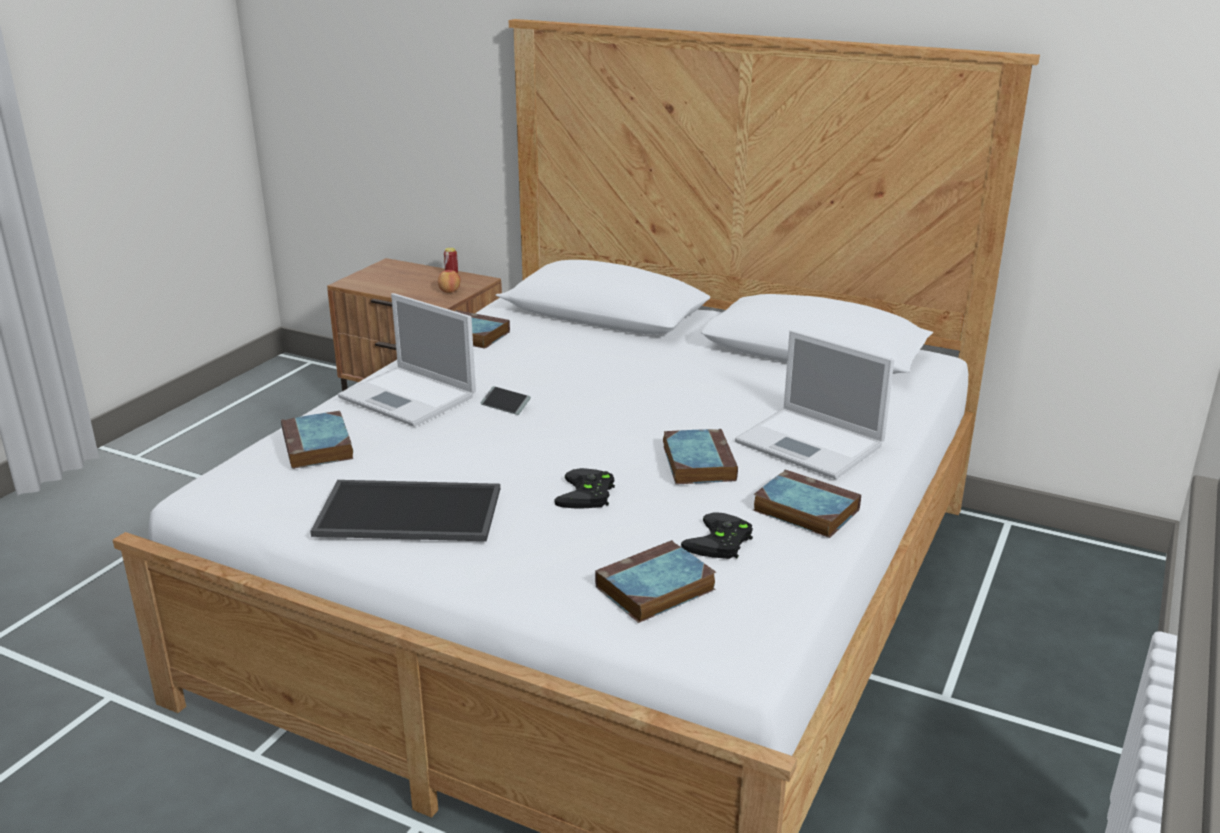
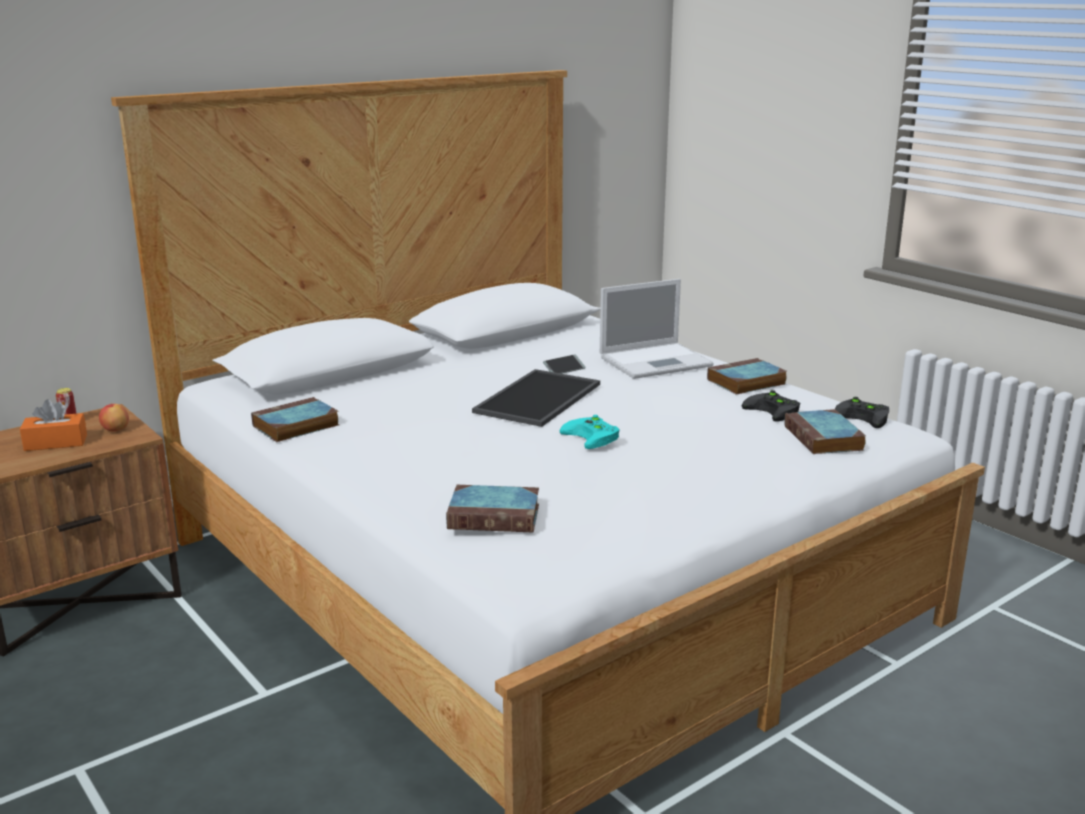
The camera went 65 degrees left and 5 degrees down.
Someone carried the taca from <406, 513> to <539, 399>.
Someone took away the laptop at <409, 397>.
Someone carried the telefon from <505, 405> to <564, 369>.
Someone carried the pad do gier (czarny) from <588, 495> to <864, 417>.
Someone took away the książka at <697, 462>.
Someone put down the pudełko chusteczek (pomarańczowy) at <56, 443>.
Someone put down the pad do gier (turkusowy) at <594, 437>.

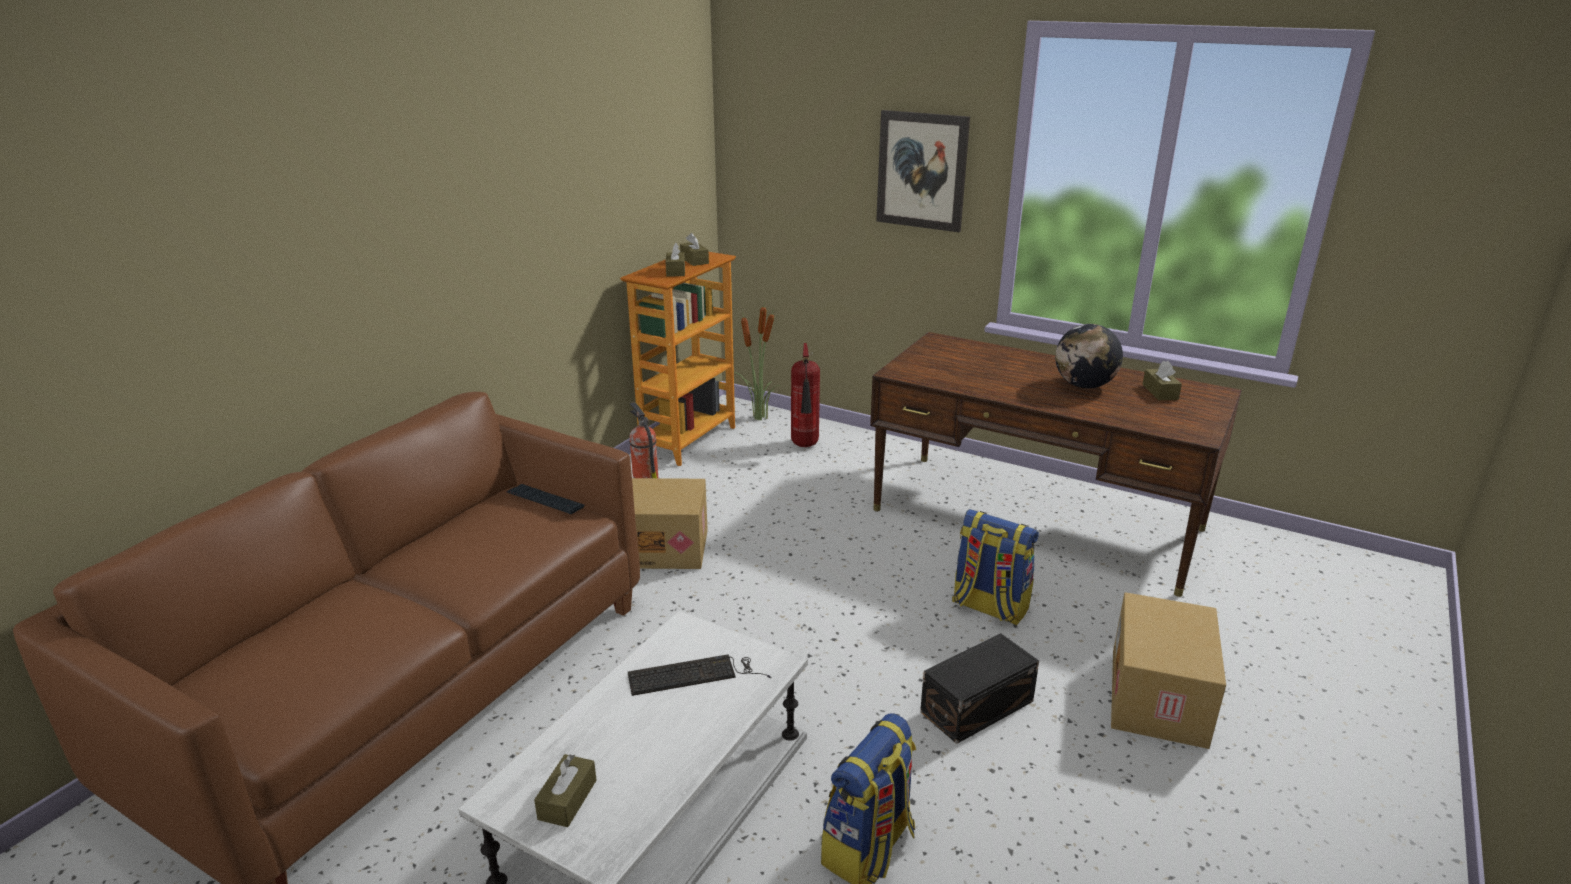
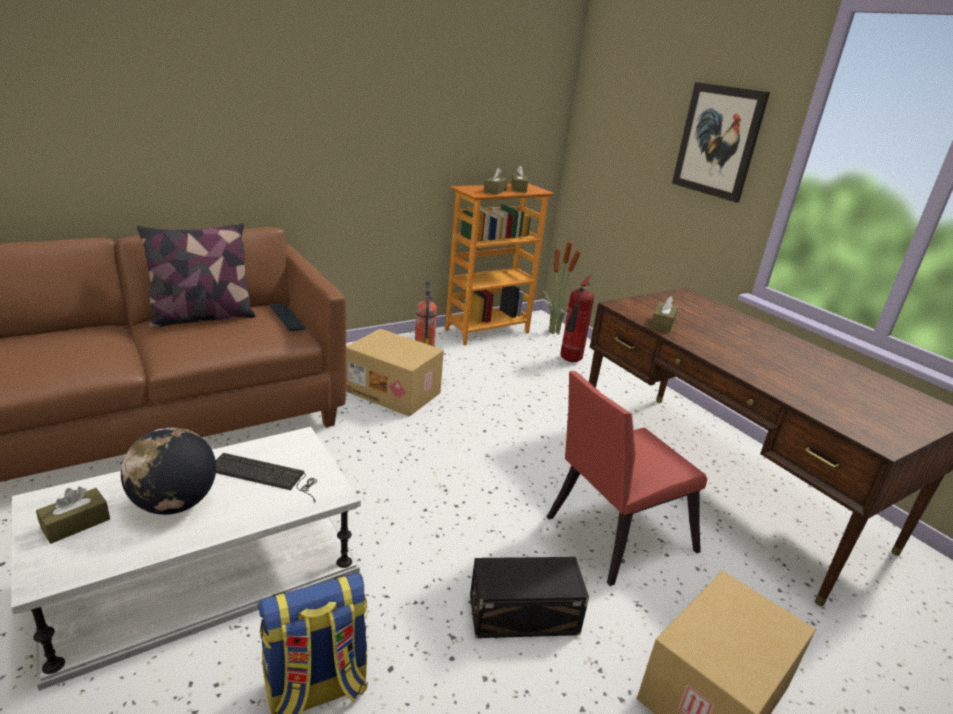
The camera went 25 degrees right and 0 degrees up.
Someone swapped the plecak at <989, 607> for the krzesło (czerwony) at <612, 535>.
Someone carried the globus from <1084, 385> to <174, 504>.
Someone carried the pudełko chusteczek (brązowy) from <1160, 392> to <662, 324>.
Someone put down the poduszka at <202, 317>.

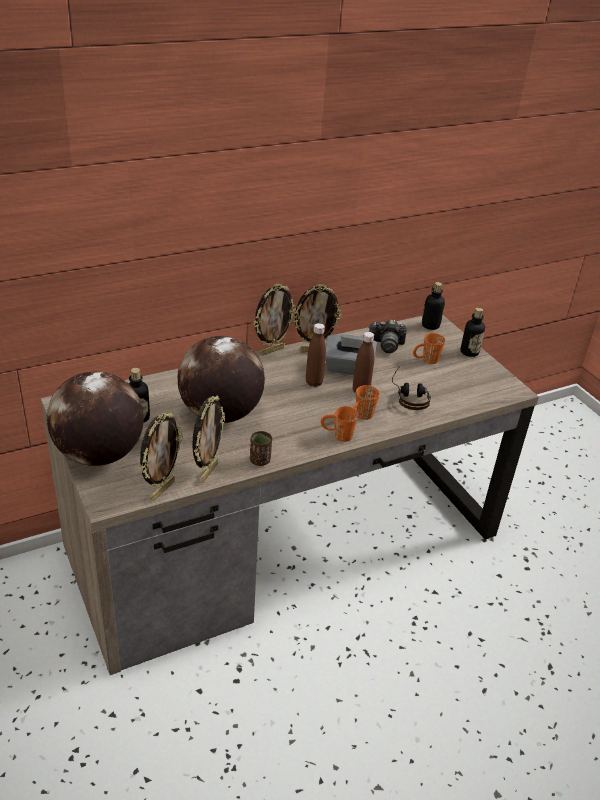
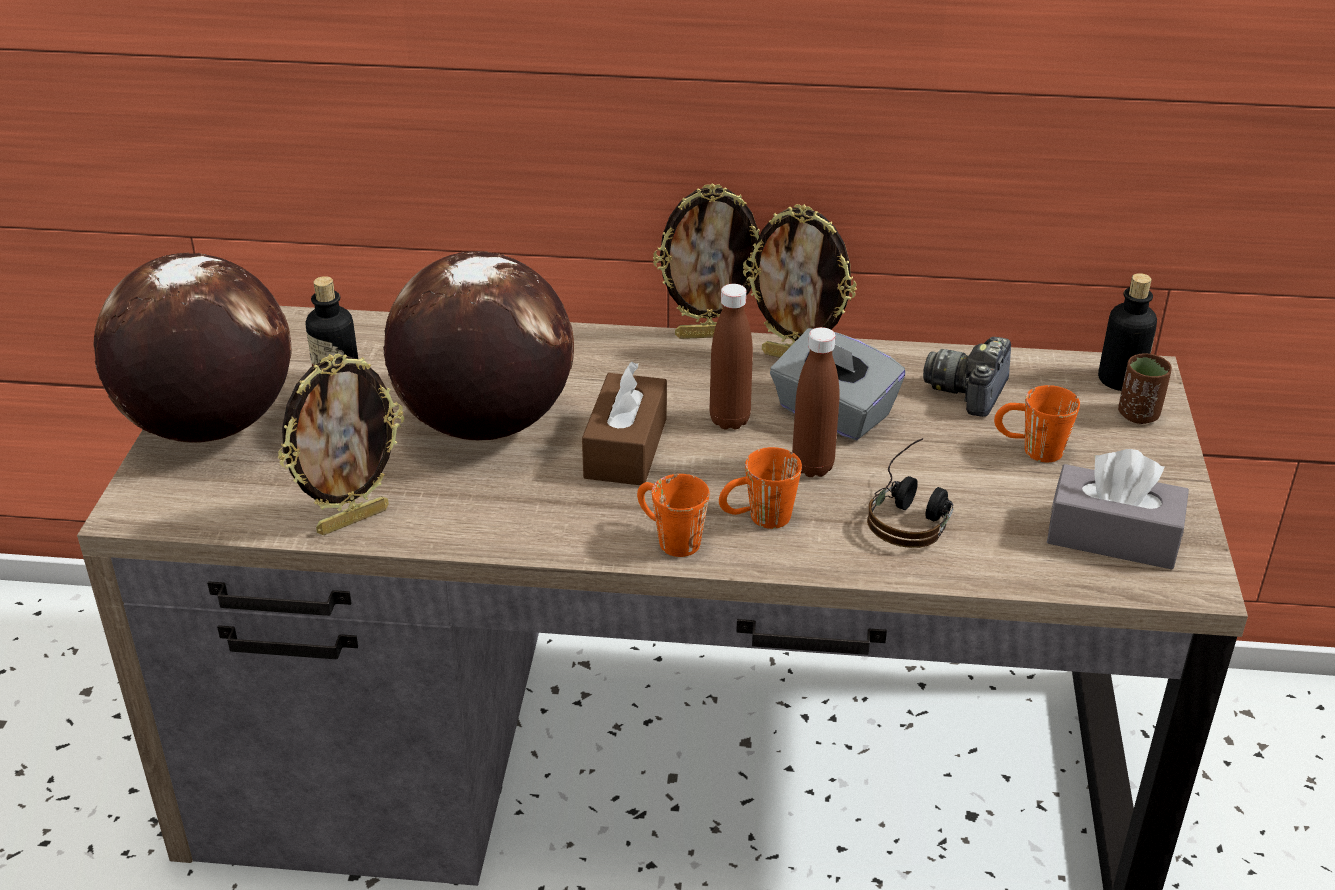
The camera went 35 degrees right and 0 degrees up.
Someone took away the ramka na zdjęcie at <162, 489>.
Someone carried the filiżanka (brązowy) from <260, 460> to <1138, 415>.
Someone rotated the aparat fotograficzny at <386, 345> by 75 degrees clockwise.
Someone took away the butelka at <469, 352>.
Someone put down the pudełko chusteczek (brązowy) at <626, 448>.
Someone put down the pudełko chusteczek (szary) at <1112, 537>.

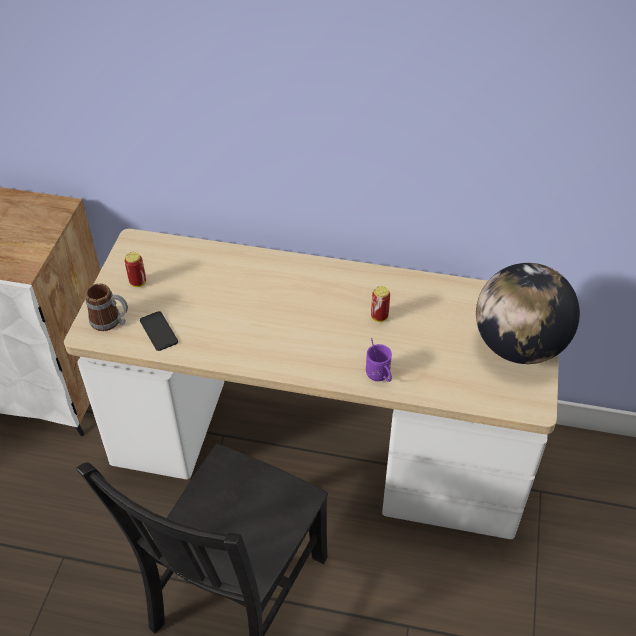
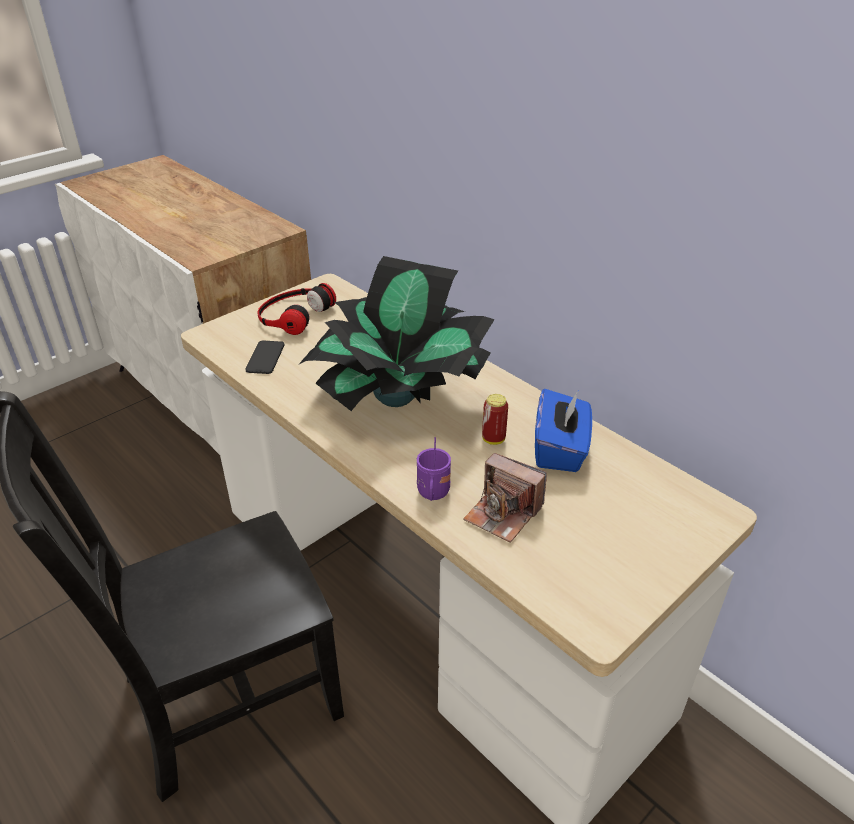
The camera went 35 degrees right and 10 degrees down.
Someone took away the kubek at <111, 321>.
Someone swapped the puszka at <138, 282> for the słuchawki at <293, 315>.
Someone took away the globus at <518, 346>.
Someone put down the roślina doniczkowa at <397, 398>.
Someone put down the aparat fotograficzny at <503, 513>.
Someone put down the pudełko chusteczek (niebieski) at <560, 449>.

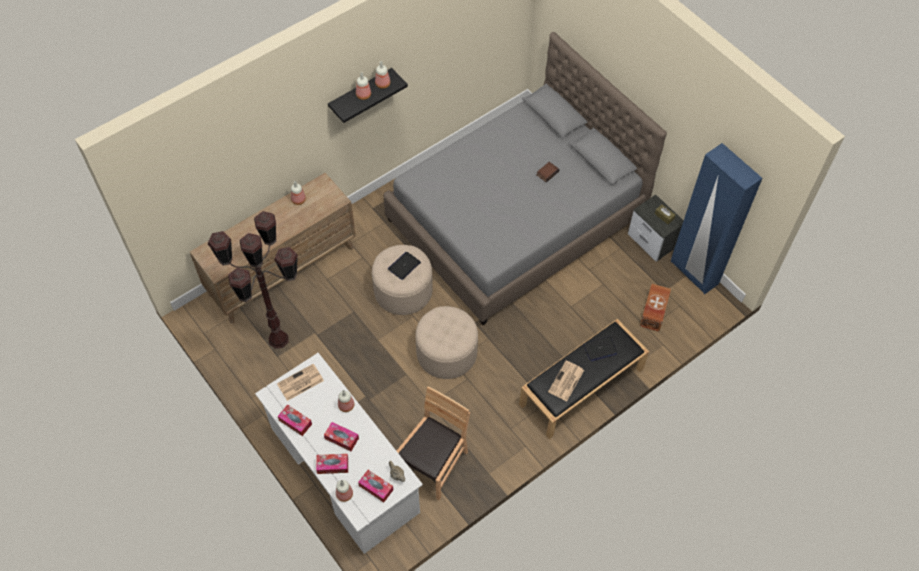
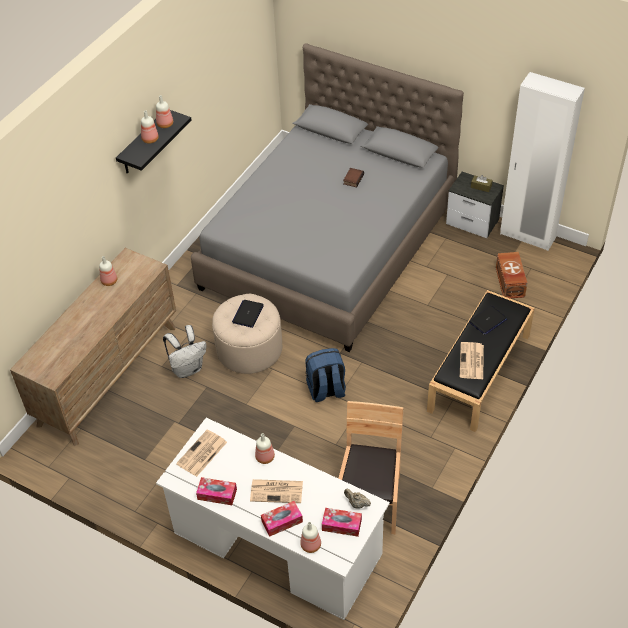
The camera went 20 degrees left and 10 degrees down.
Someone took away the lampa stojąca (brązowy) at <278, 339>.
Someone swapped the pudełko chusteczek at <341, 438> for the gazeta at <277, 491>.
Someone swapped the pufa (beżowy) at <446, 353> for the plecak (niebieski) at <326, 390>.
Someone repainted the szafa (niebieski) at <694, 273>, which became the szafa (biały) at <527, 236>.
Someone put down the plecak (biały) at <188, 368>.

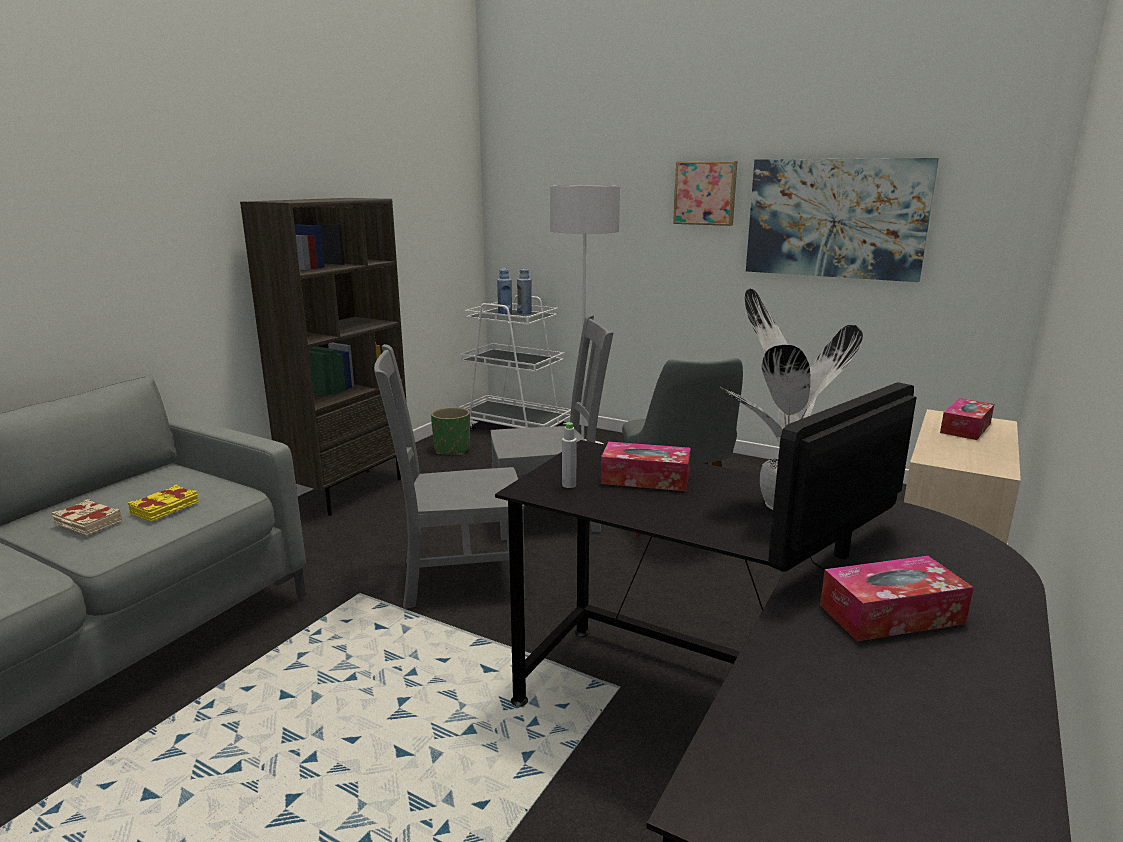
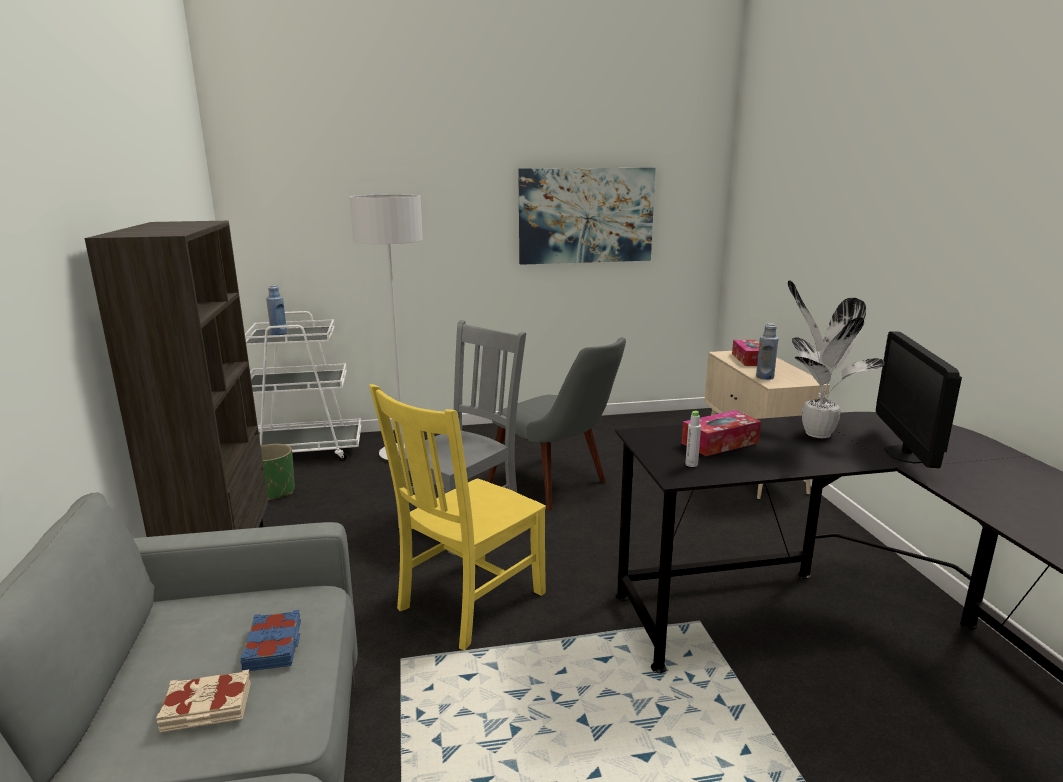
The camera went 40 degrees left and 0 degrees up.
Someone repainted the książka (żółty) at <165, 508>, which became the książka (niebieski) at <274, 646>.
Someone repainted the krzesło (szary) at <458, 578>, which became the krzesło (żółty) at <468, 602>.
Someone carried the butelka (niebieski) from <524, 313> to <764, 377>.
Someone took away the obraz at <705, 193>.
Someone took away the pudełko chusteczek at <891, 614>.

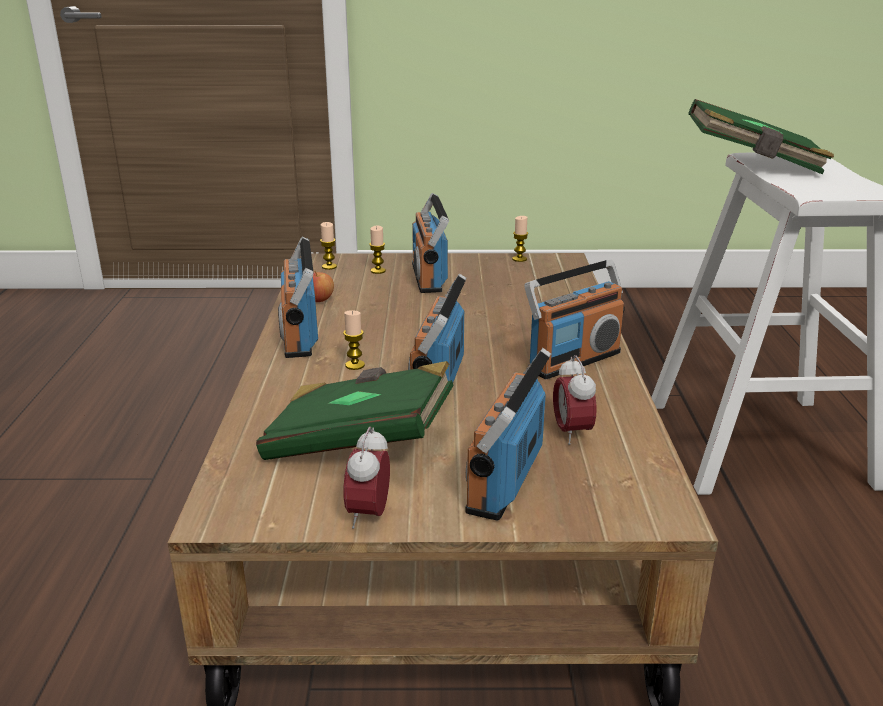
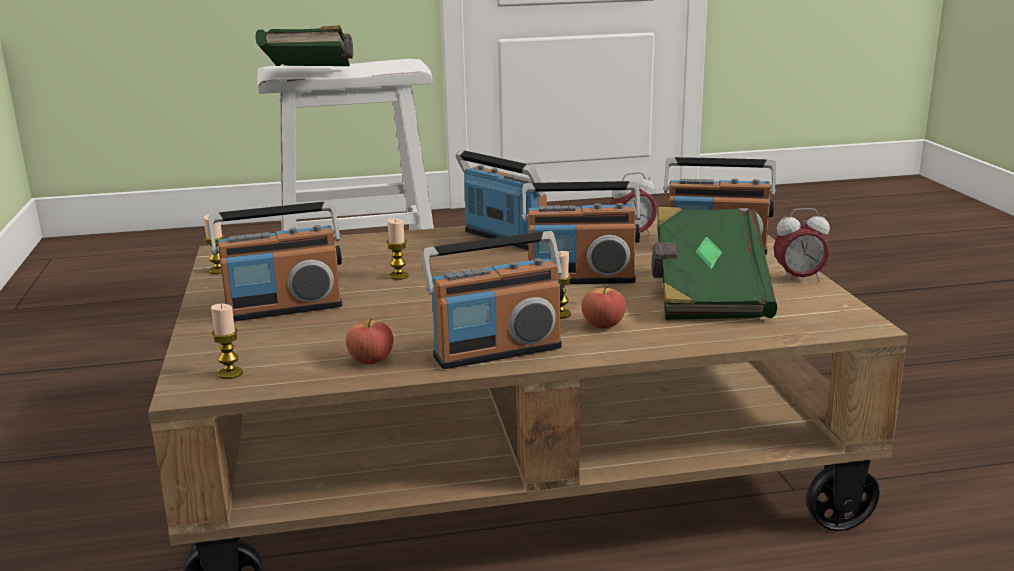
The camera went 100 degrees left and 5 degrees down.
Someone carried the świeca from <378, 271> to <398, 276>.
Someone put down the jabłko at <603, 325>.

